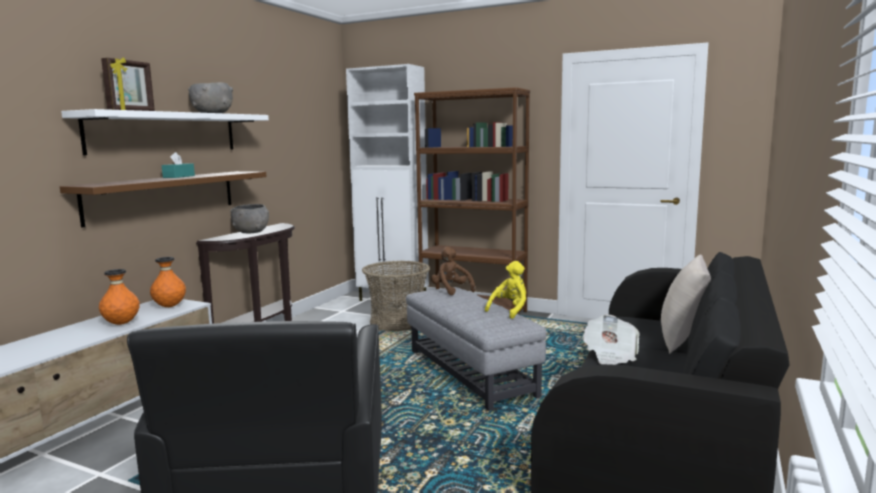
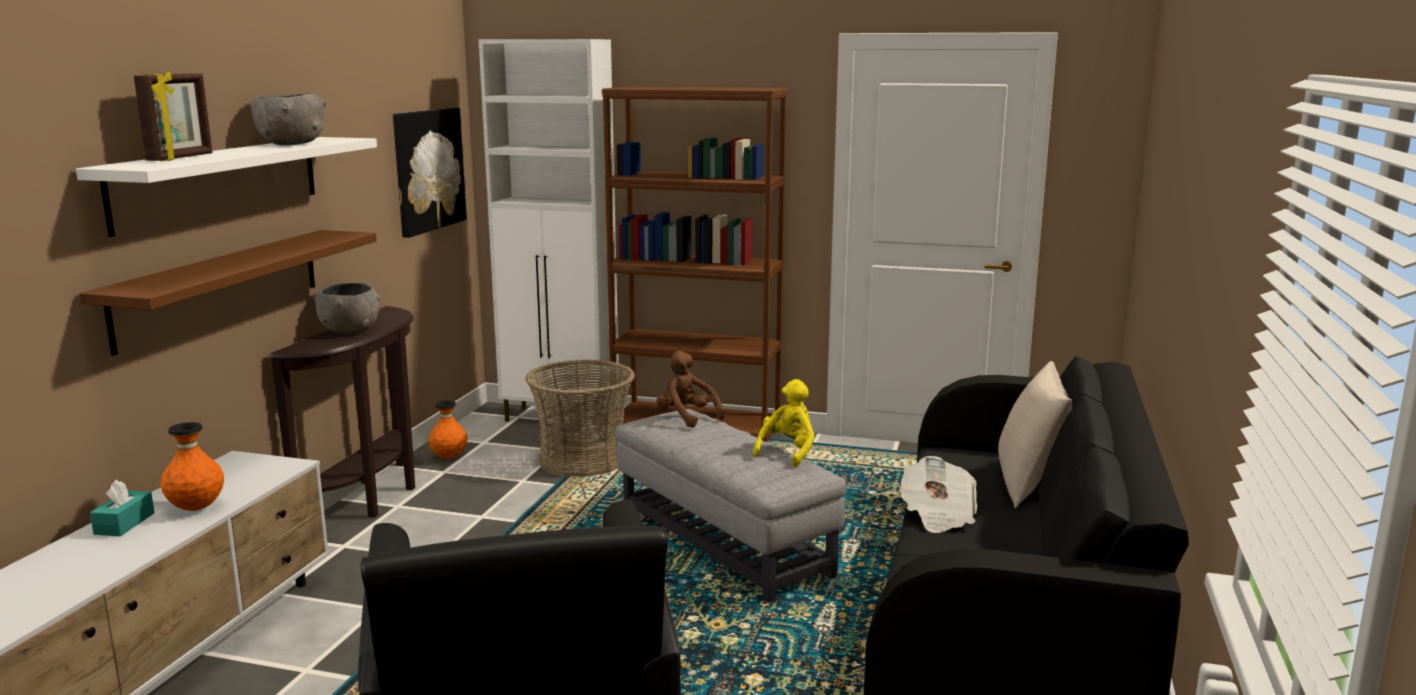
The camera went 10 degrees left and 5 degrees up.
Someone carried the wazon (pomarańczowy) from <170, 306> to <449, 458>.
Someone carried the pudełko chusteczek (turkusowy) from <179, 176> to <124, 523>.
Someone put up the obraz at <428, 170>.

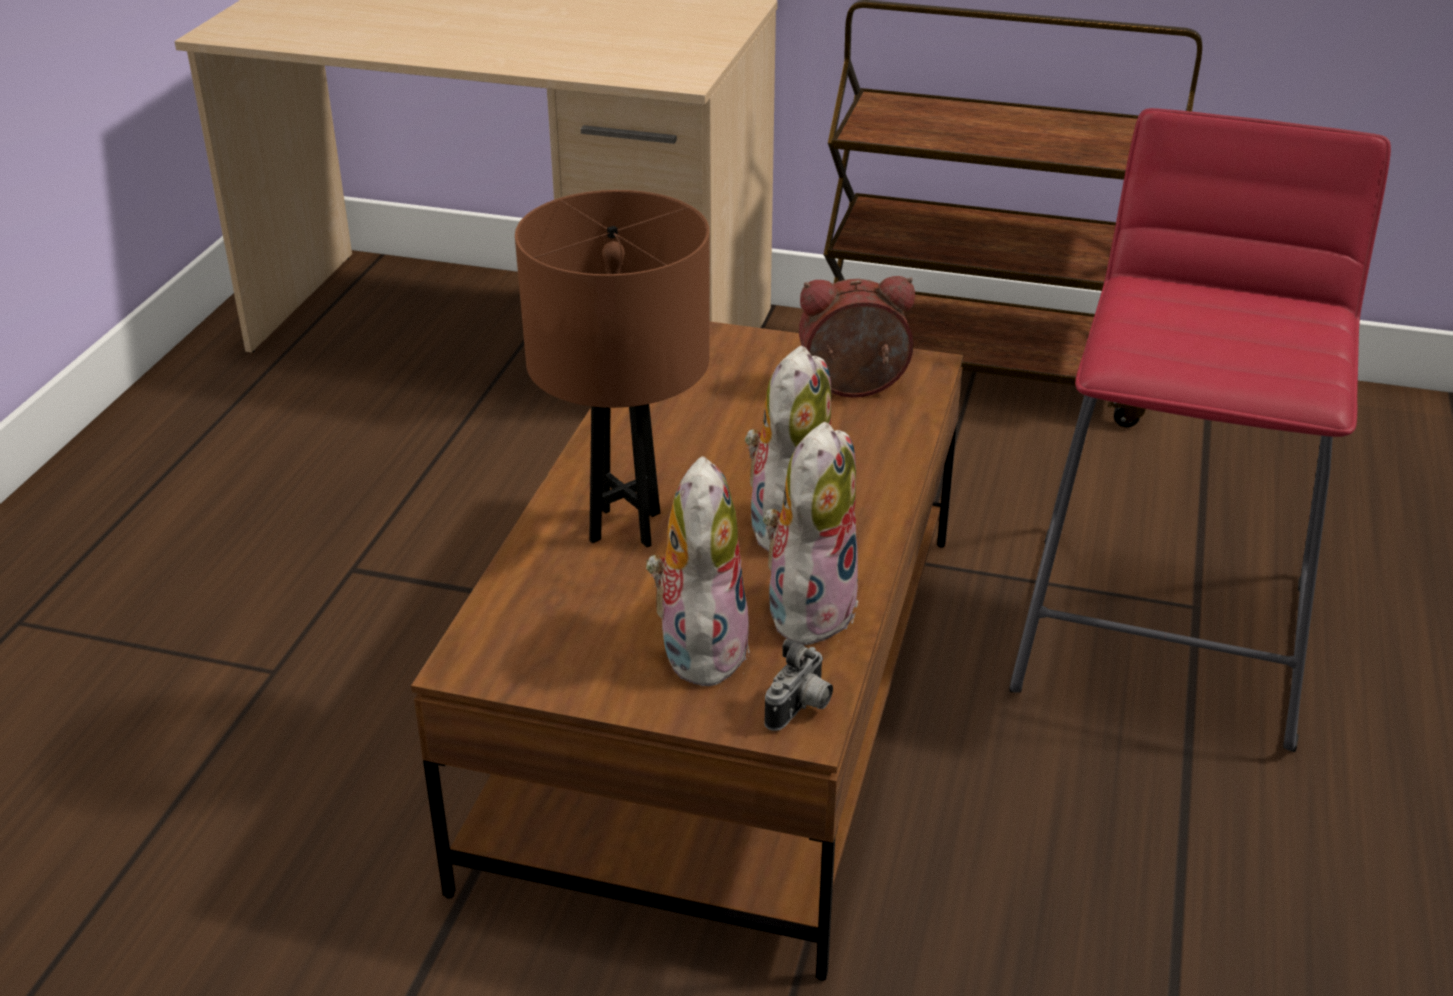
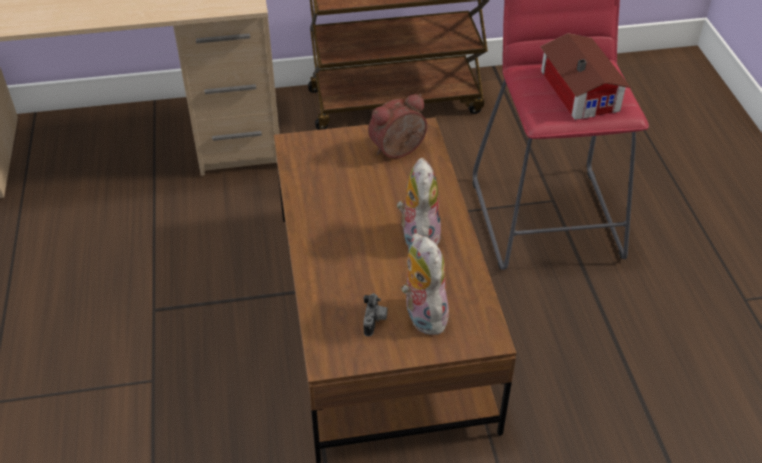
The camera went 25 degrees left and 10 degrees up.
Someone took away the lampa stołowa (brązowy) at <624, 526>.
Someone took away the pluszak at <808, 607>.
Someone carried the aparat fotograficzny from <801, 709> to <375, 321>.
Someone put down the domek at <580, 89>.

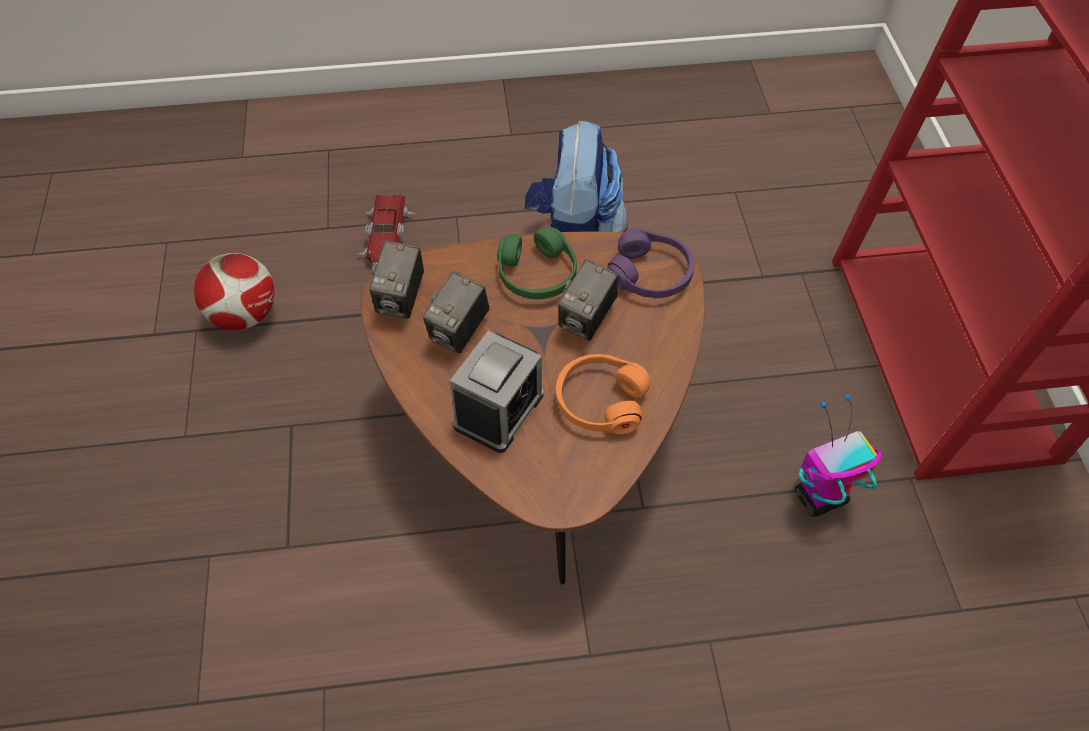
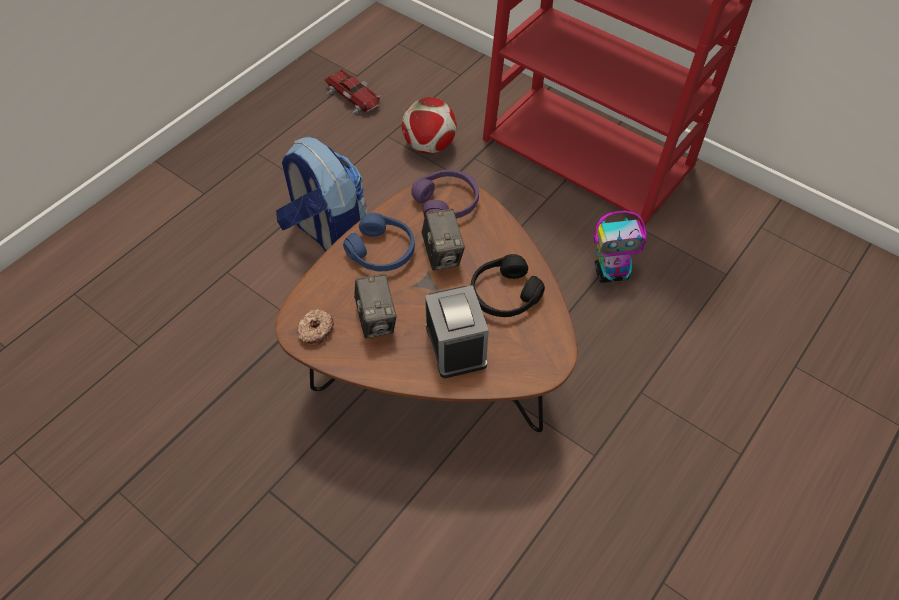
The camera went 45 degrees left and 0 degrees up.
Someone carried the piłka futbolowa from <244, 316> to <430, 146>.
Someone carried the samochodzik from <388, 236> to <354, 97>.
Someone swapped the aparat fotograficzny at <401, 299> for the donut at <315, 330>.
Someone repainted the słuchawki (zielony) at <537, 274>, which became the słuchawki (niebieski) at <382, 251>.
Someone repainted the słuchawki (pomarańczowy) at <600, 401>, which became the słuchawki (czarny) at <504, 294>.
Someone rotated the robot zabawkowy at <819, 498> by 120 degrees counterclockwise.

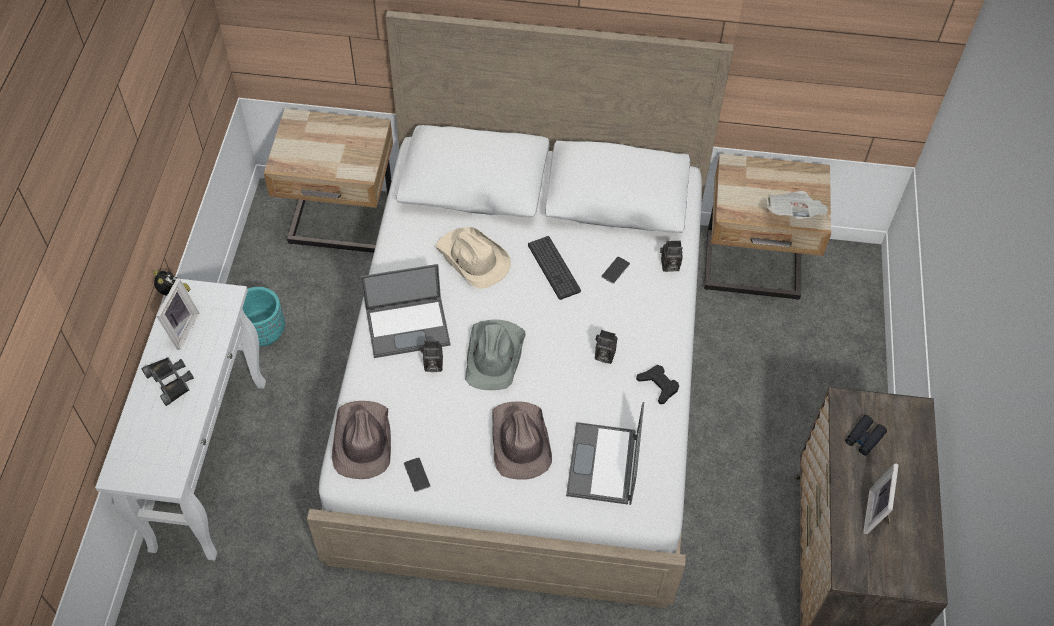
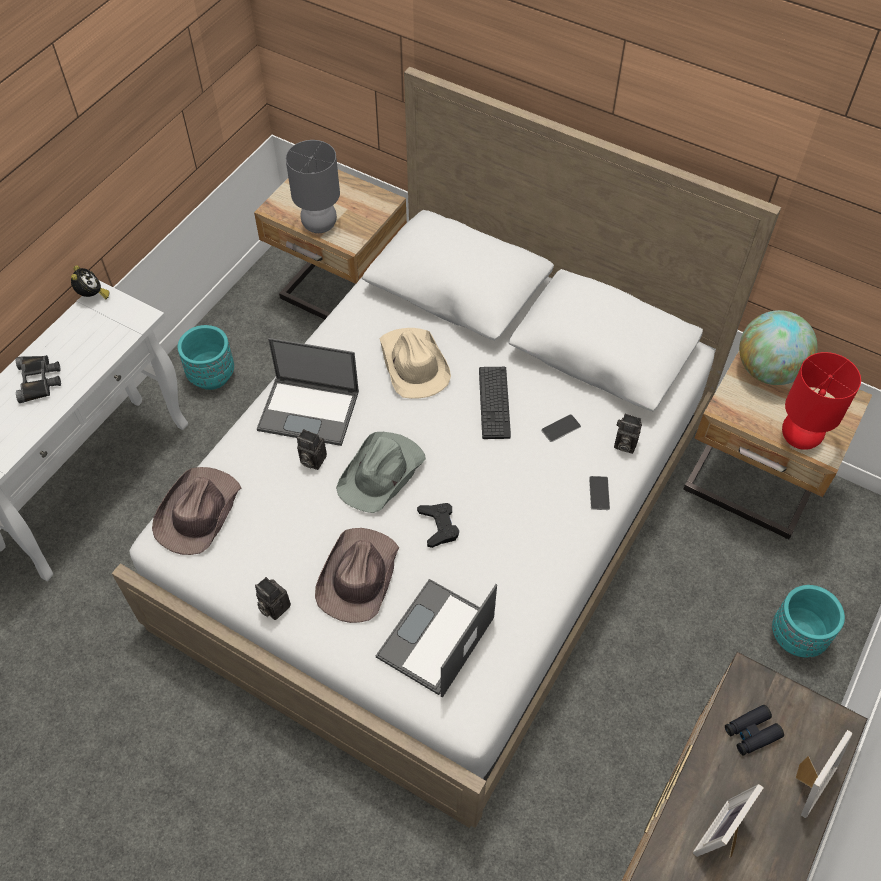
The camera went 25 degrees right and 0 degrees up.
Someone carried the ramka na zdjęcie from <180, 329> to <807, 782>.
Someone carried the telefon from <417, 474> to <599, 493>.
Someone carried the aparat fotograficzny from <603, 355> to <273, 607>.
Someone carried the pad do gier (czarny) from <658, 385> to <438, 526>.
Someone swapped the gazeta at <793, 215> for the lampa stołowa (czerwony) at <799, 437>.
Someone put down the lampa stołowa (szary) at <319, 225>.
Someone put down the globus at <768, 371>.
Someone put down the donica (turkusowy) at <797, 637>.

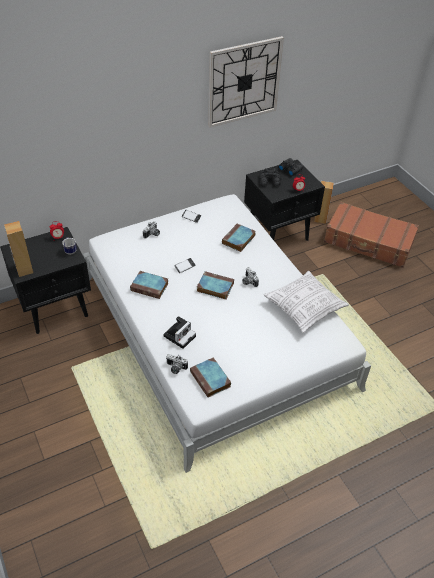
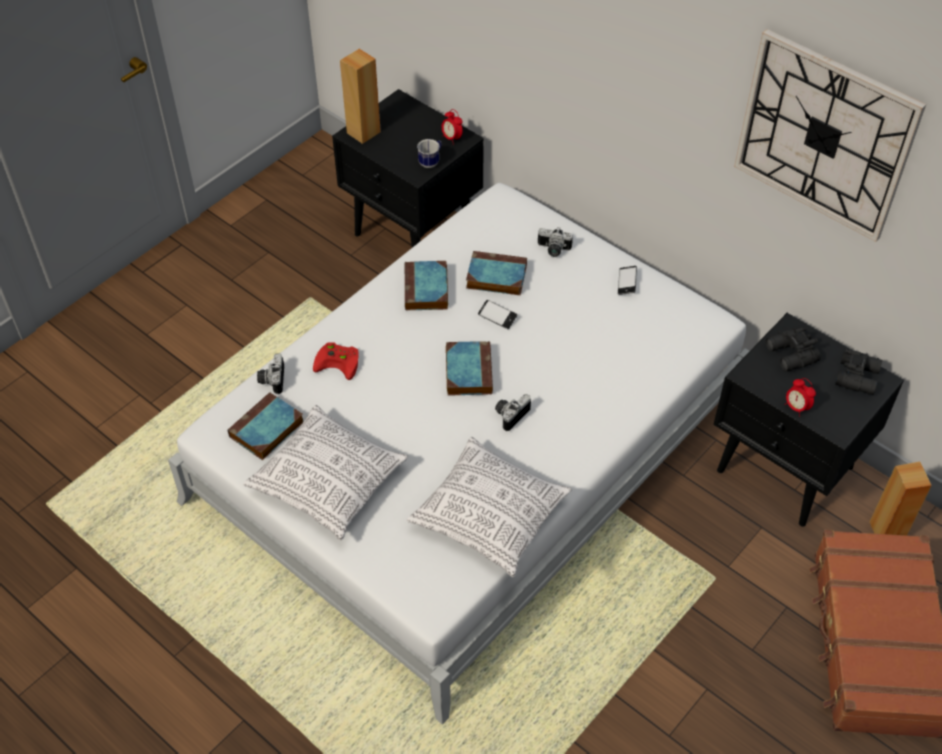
The camera went 70 degrees right and 5 degrees up.
Someone swapped the aparat fotograficzny at <180, 335> for the pad do gier (czerwony) at <339, 362>.
Someone carried the książka from <238, 240> to <495, 277>.
Someone put down the poduszka at <329, 483>.

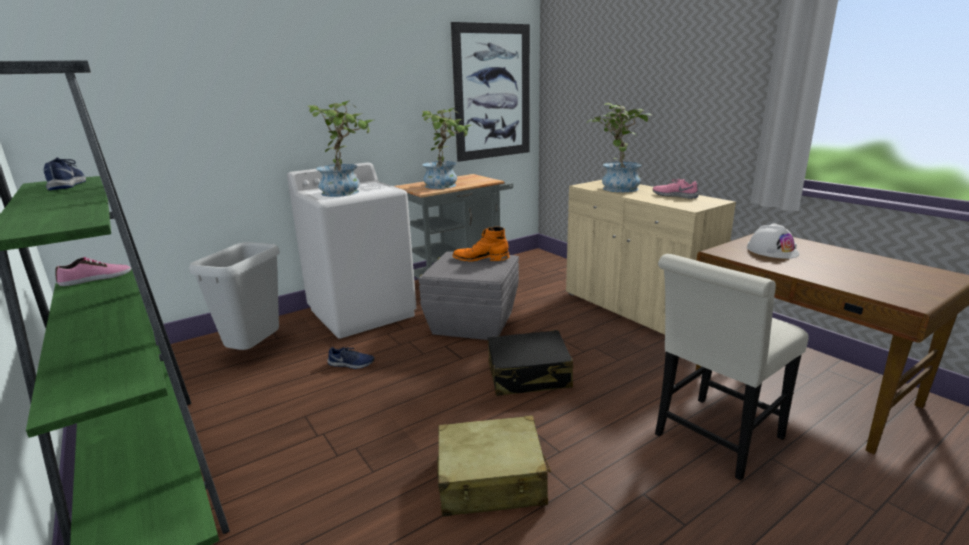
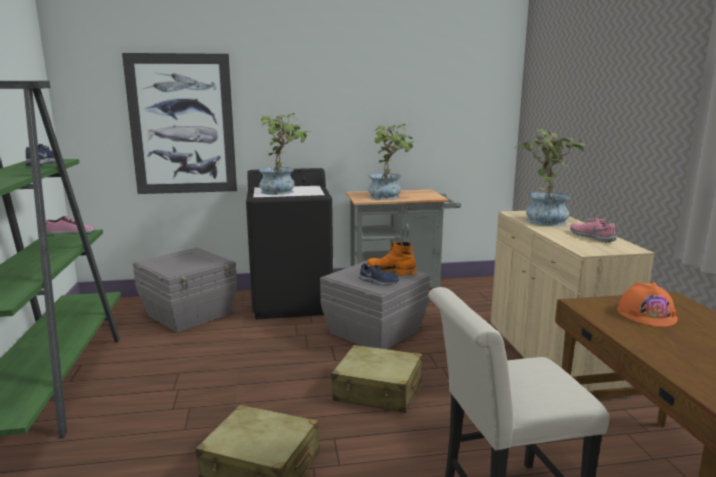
The camera went 25 degrees right and 5 degrees down.
Someone swapped the kosz na śmieci (szary) at <255, 351> for the pojemnik do przechowywania (szary) at <190, 314>.
Someone repainted the pralka (biały) at <362, 312>, which became the pralka (czarny) at <292, 302>.
Someone carried the but (niebieski) from <351, 364> to <378, 281>.
Someone carried the obraz from <492, 92> to <182, 125>.
Someone repainted the walizka (czarny) at <529, 375>, which became the walizka (beżowy) at <378, 391>.
Someone repainted the kask (biały) at <772, 250>, which became the kask (pomarańczowy) at <646, 314>.

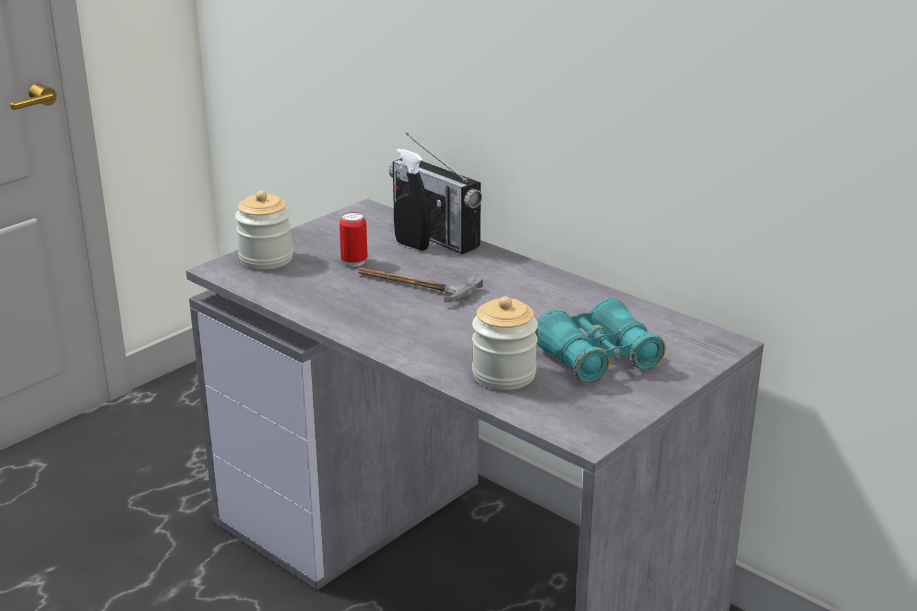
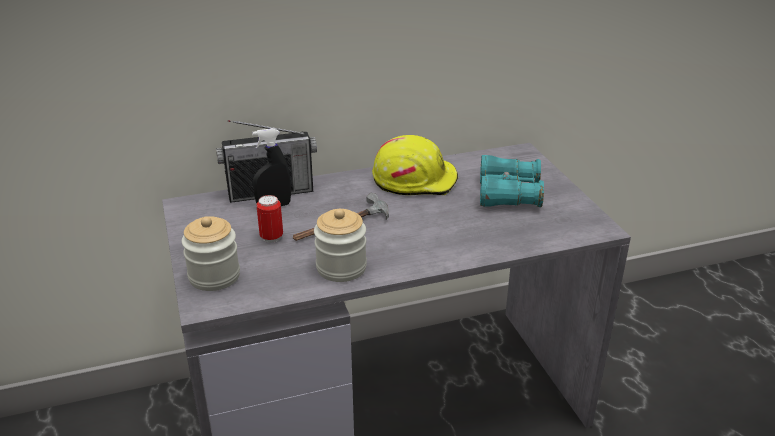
The camera went 60 degrees left and 5 degrees up.
Someone carried the słoik from <504, 375> to <341, 268>.
Someone put down the kask (żółty) at <414, 180>.

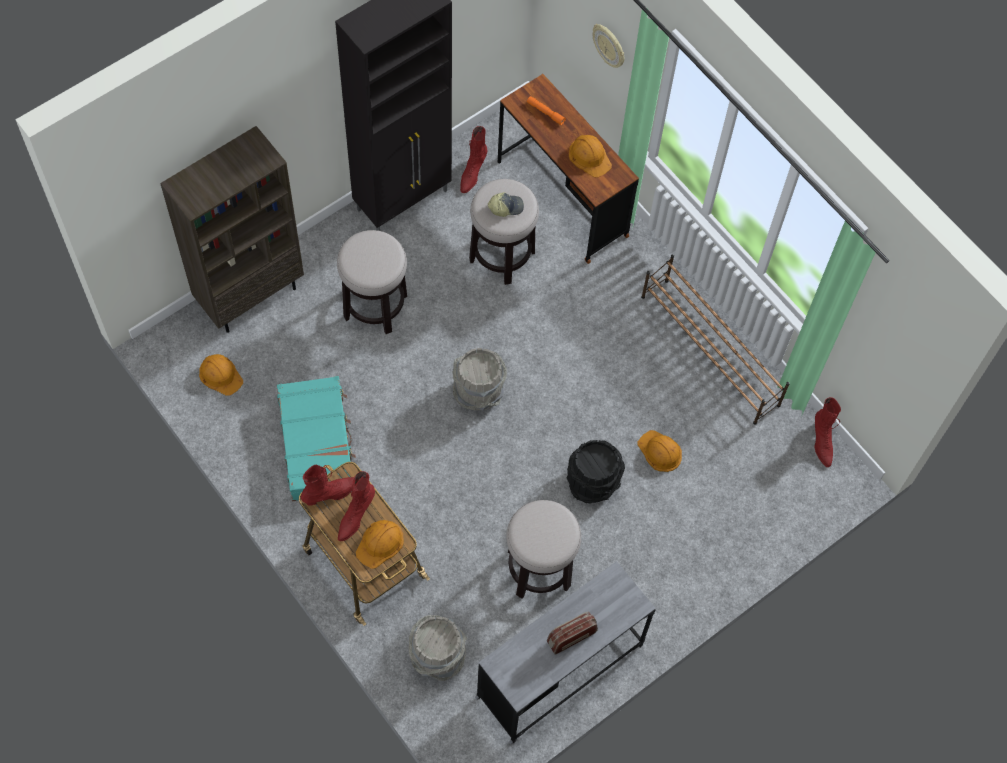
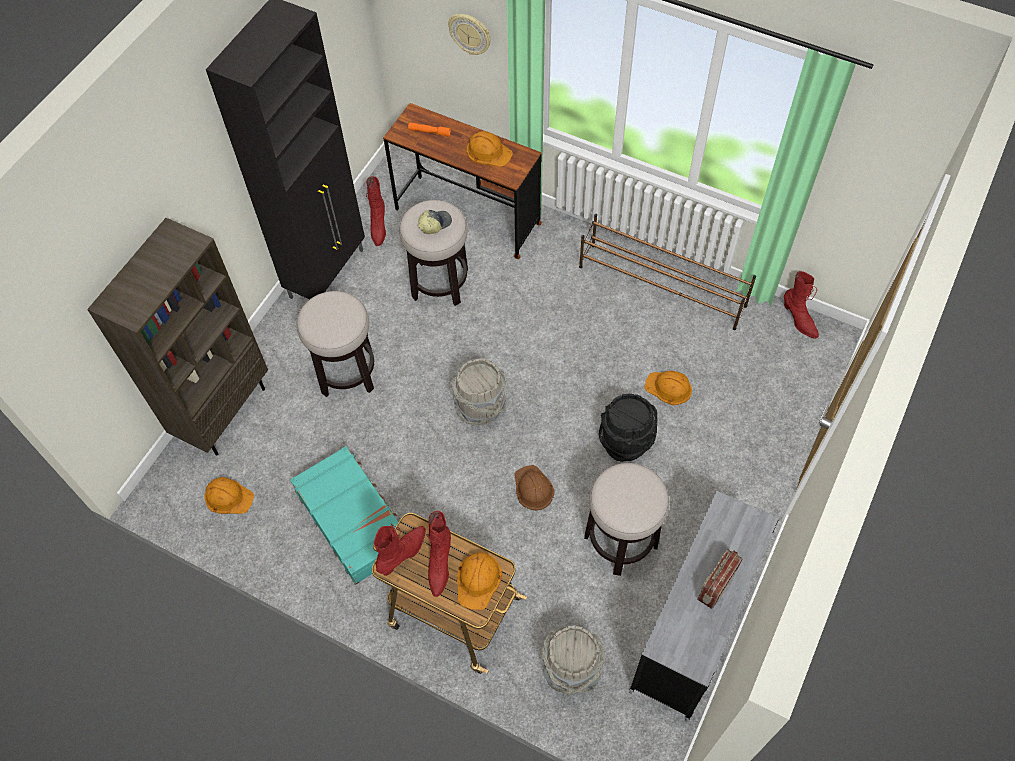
The camera went 20 degrees left and 5 degrees down.
Someone put down the kask (brązowy) at <533, 488>.

